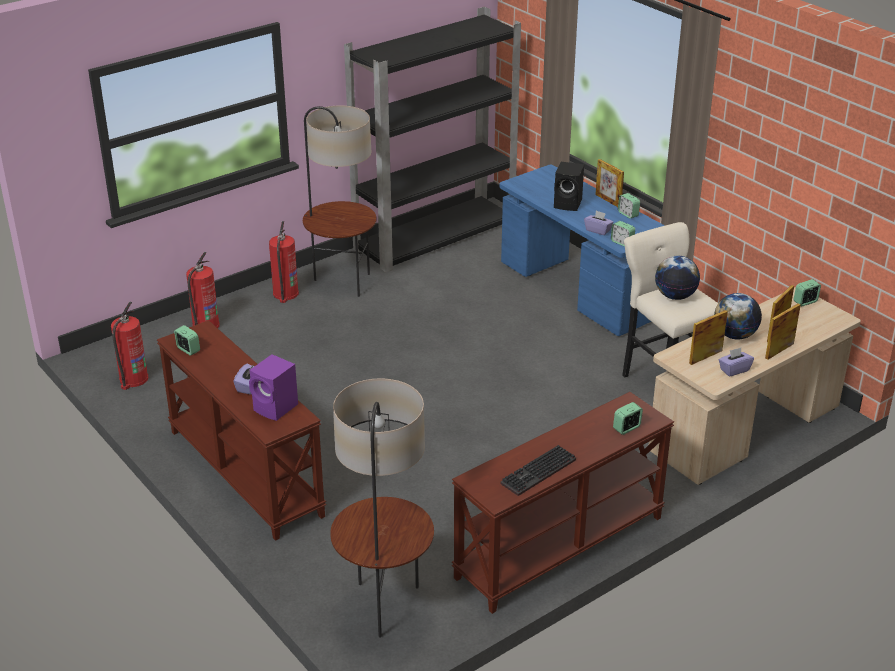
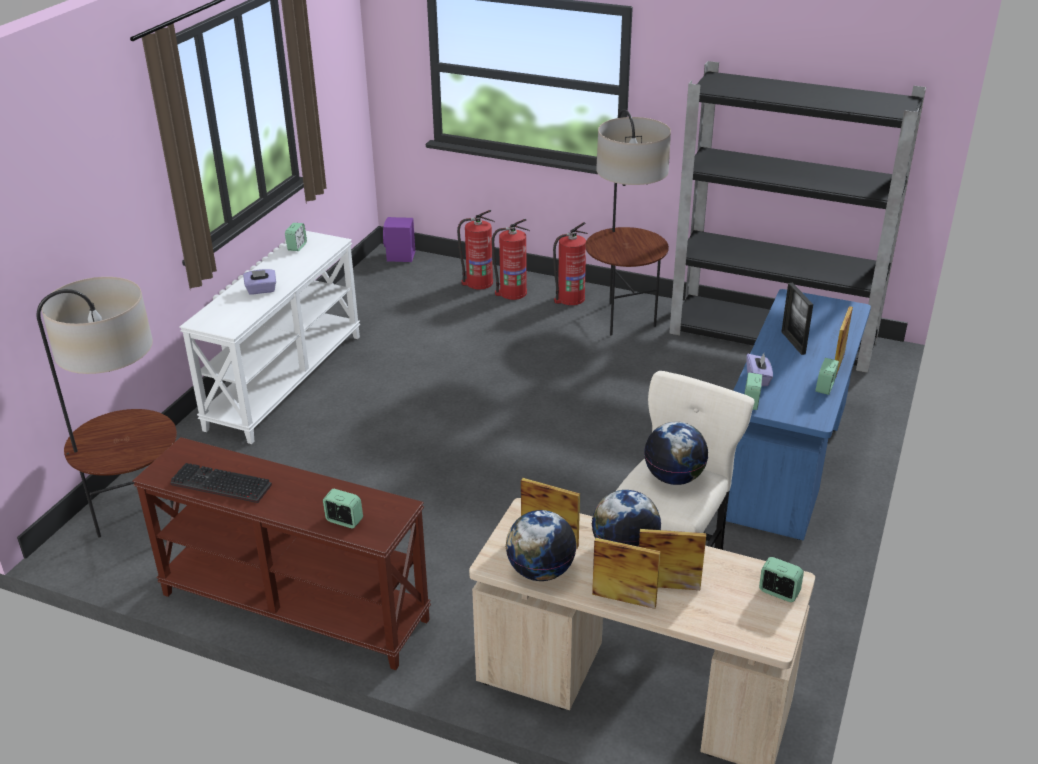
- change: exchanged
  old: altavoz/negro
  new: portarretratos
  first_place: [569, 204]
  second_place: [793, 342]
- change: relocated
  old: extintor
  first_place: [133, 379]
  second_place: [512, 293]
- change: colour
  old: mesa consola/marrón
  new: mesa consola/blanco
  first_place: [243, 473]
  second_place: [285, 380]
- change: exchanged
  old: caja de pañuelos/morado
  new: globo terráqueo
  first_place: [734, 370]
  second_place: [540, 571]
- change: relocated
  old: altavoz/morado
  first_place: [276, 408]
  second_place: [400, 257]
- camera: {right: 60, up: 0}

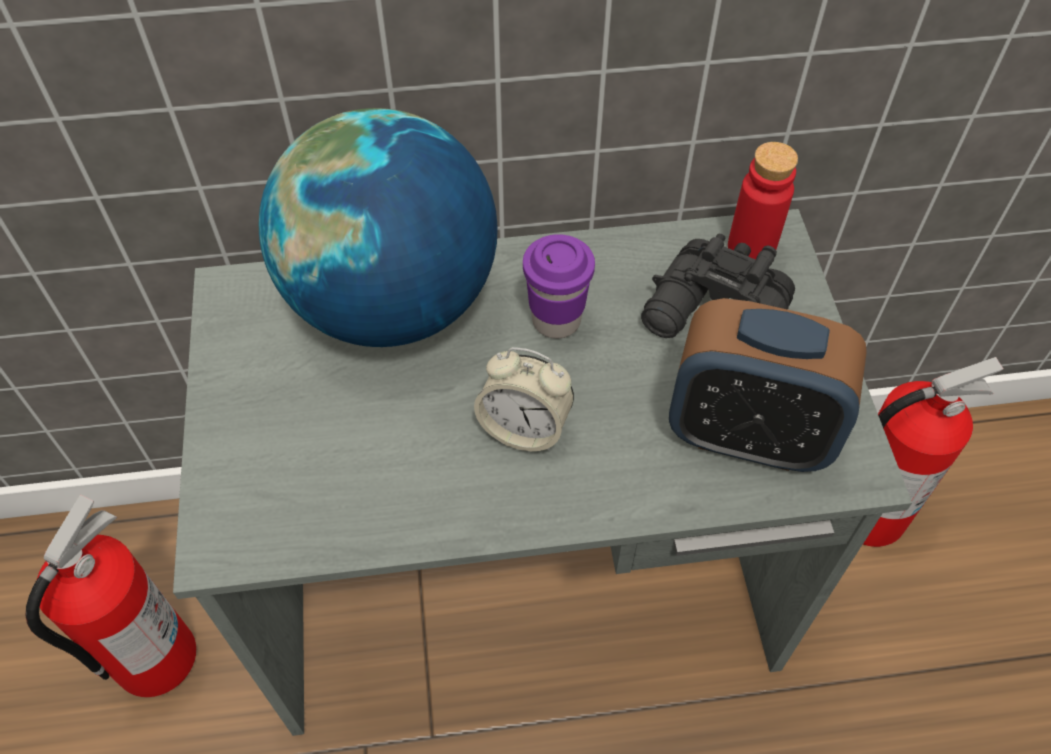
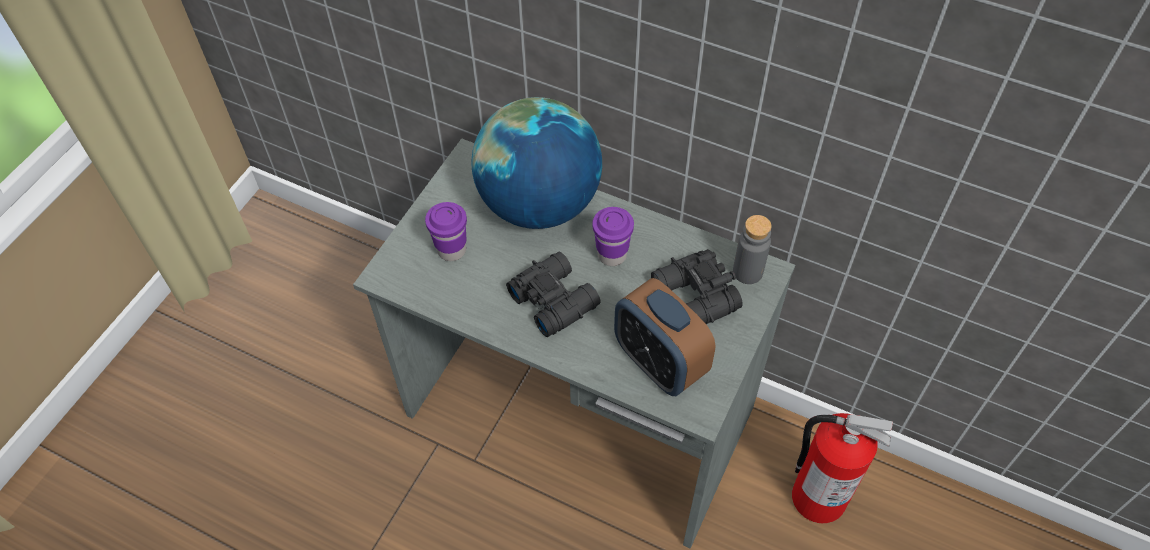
- change: colour
  old: botella/rojo
  new: botella/gris
  first_place: [751, 247]
  second_place: [747, 272]
- change: exchanged
  old: despertador
  new: prismáticos/negro
  first_place: [524, 428]
  second_place: [554, 298]
- change: missing
  old: extintor
  first_place: [153, 658]
- change: appeared
  new: taza/morado
  second_place: [451, 250]
- camera: {right: 35, up: 0}

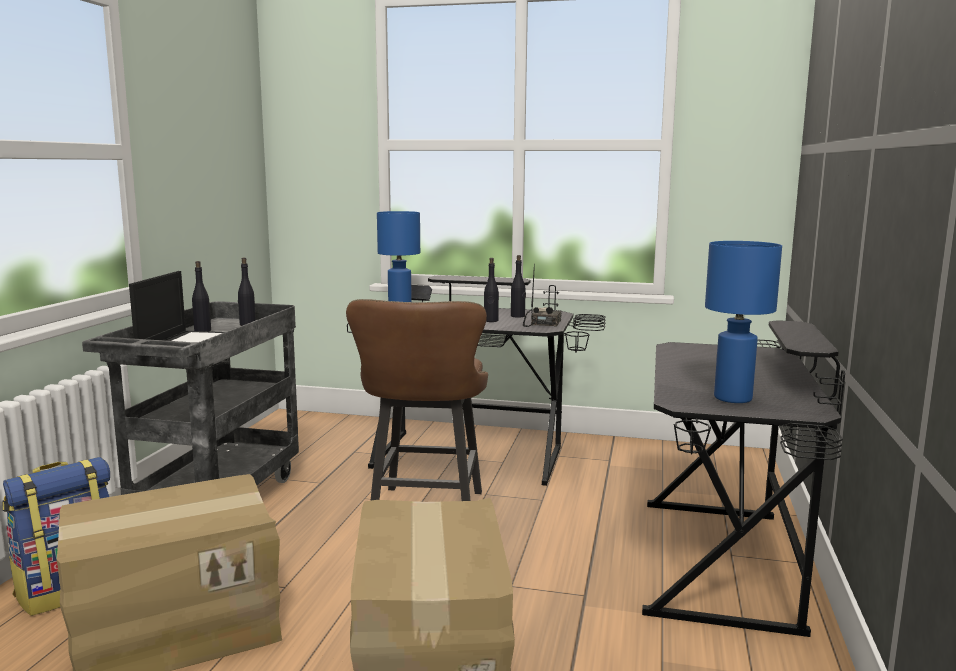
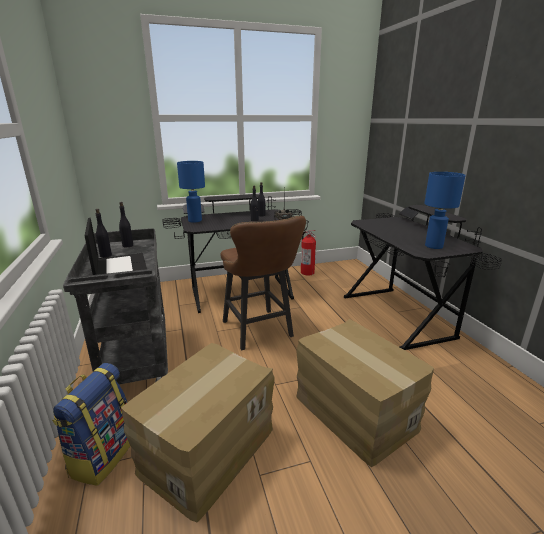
- change: appeared
  new: extintor
  second_place: [307, 272]
- camera: {right: -30, up: 10}

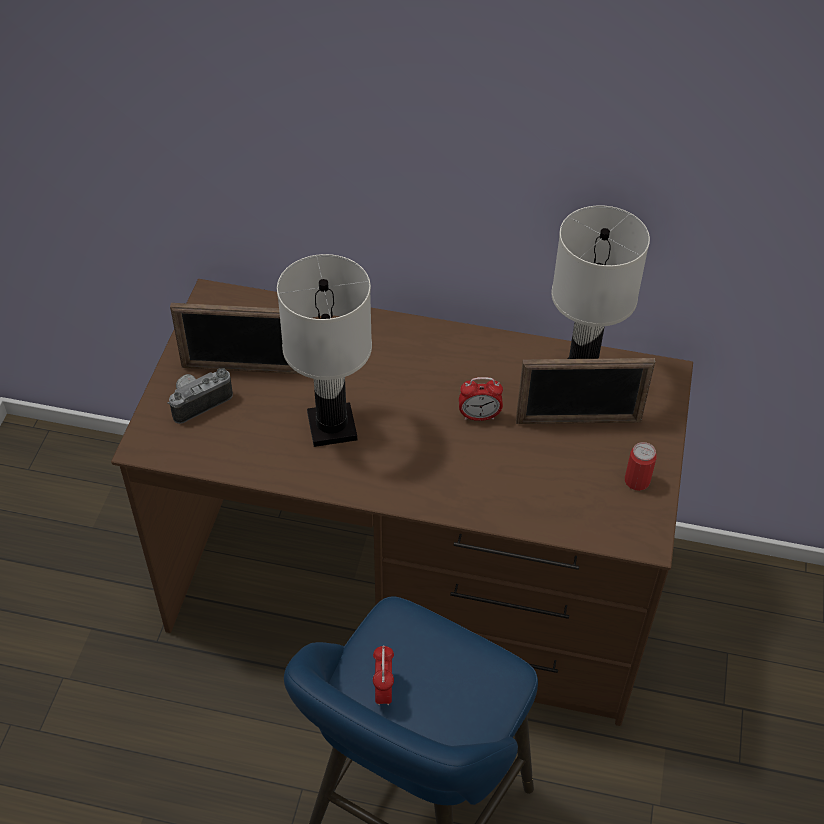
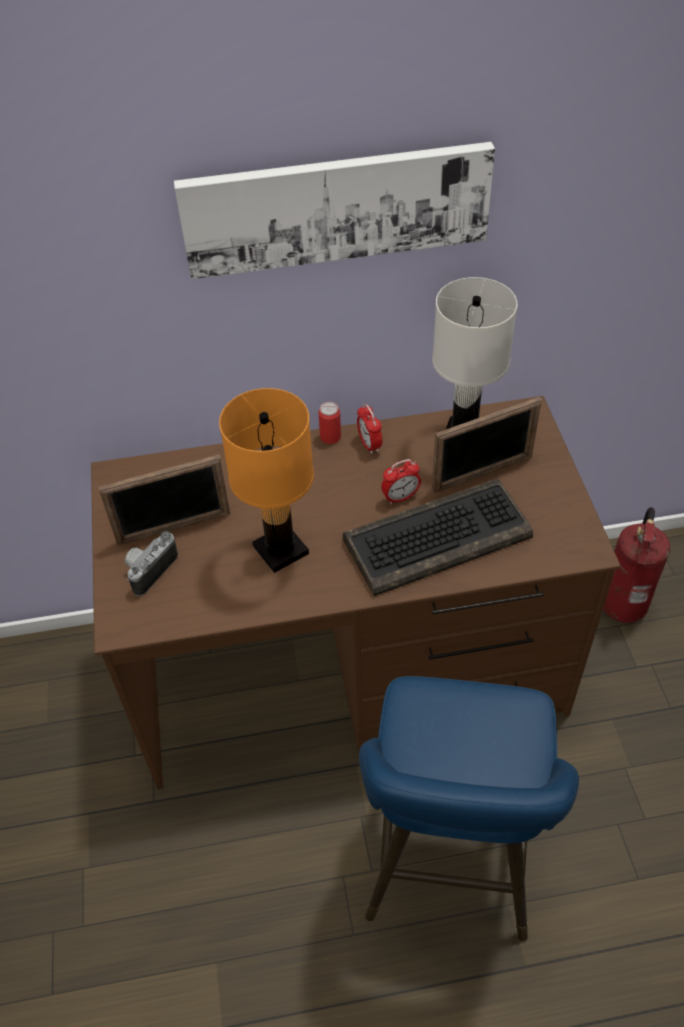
- change: colour
  old: lámpara de mesa/blanco
  new: lámpara de mesa/naranja
  first_place: [332, 426]
  second_place: [281, 549]
- change: relocated
  old: lata
  first_place: [637, 481]
  second_place: [330, 437]
- change: relocated
  old: despertador
  first_place: [383, 690]
  second_place: [369, 445]
- change: appeared
  new: cuadro
  second_place: [336, 207]
- change: appeared
  new: teclado
  second_place: [438, 537]
- change: appeared
  new: extintor
  second_place: [624, 603]
- camera: {right: -20, up: 0}

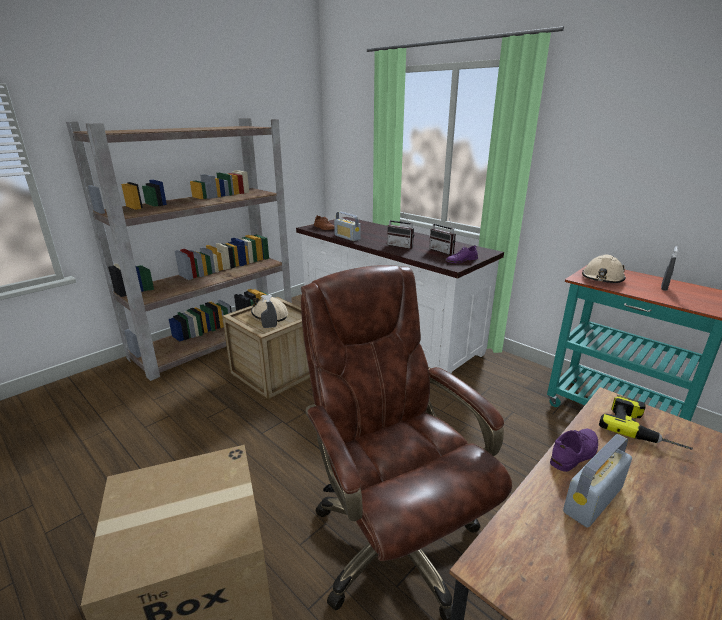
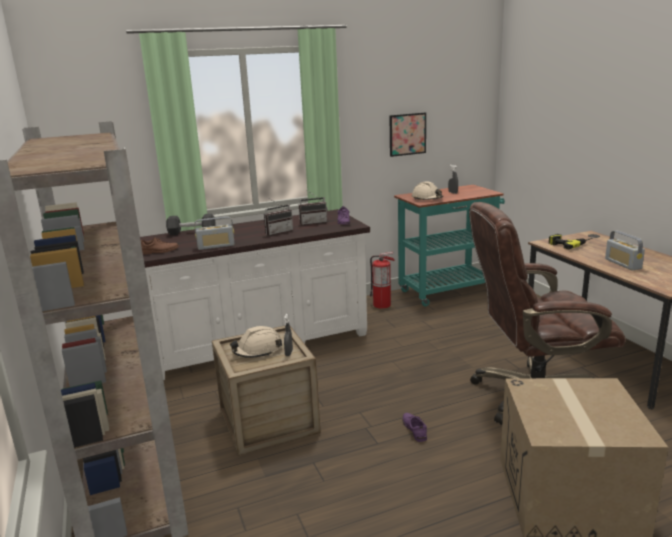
- change: relocated
  old: zapato/morado
  first_place: [574, 453]
  second_place: [414, 429]
- change: appeared
  new: cuadro
  second_place: [407, 134]
- change: appeared
  new: mancuerna/negro
  second_place: [192, 232]
- change: appeared
  new: extintor
  second_place: [382, 305]
- camera: {right: -65, up: -5}

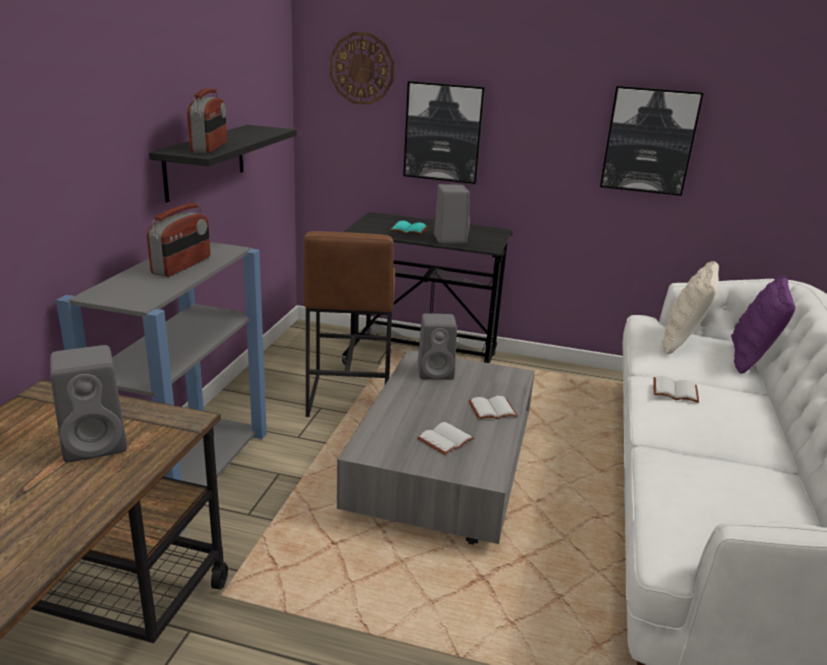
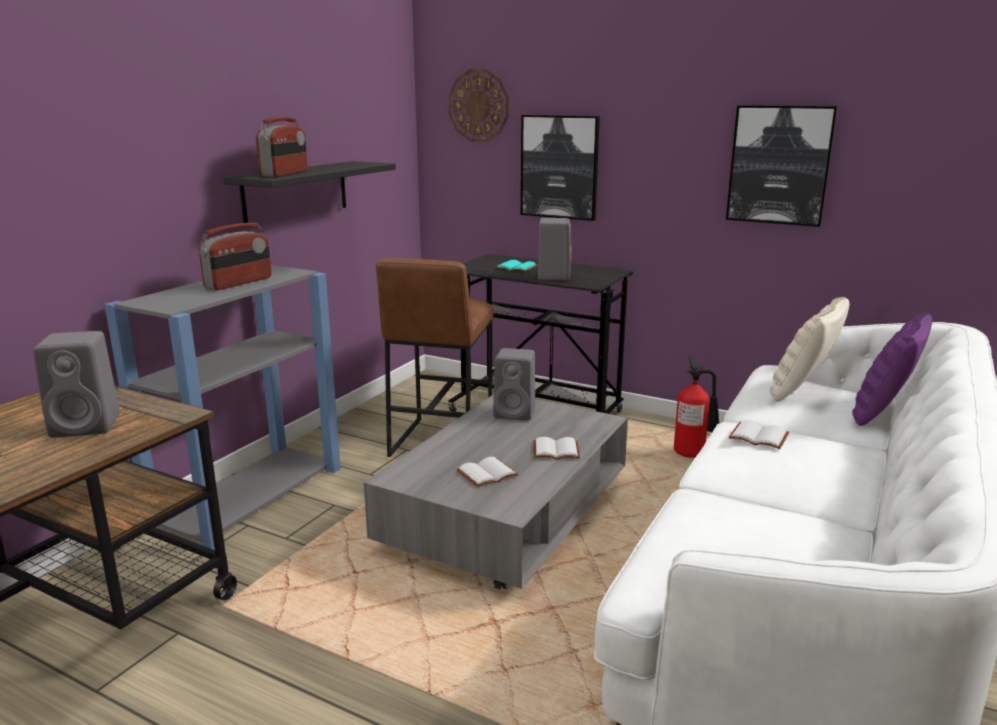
- change: appeared
  new: extintor
  second_place: [693, 453]
- camera: {right: 15, up: -5}

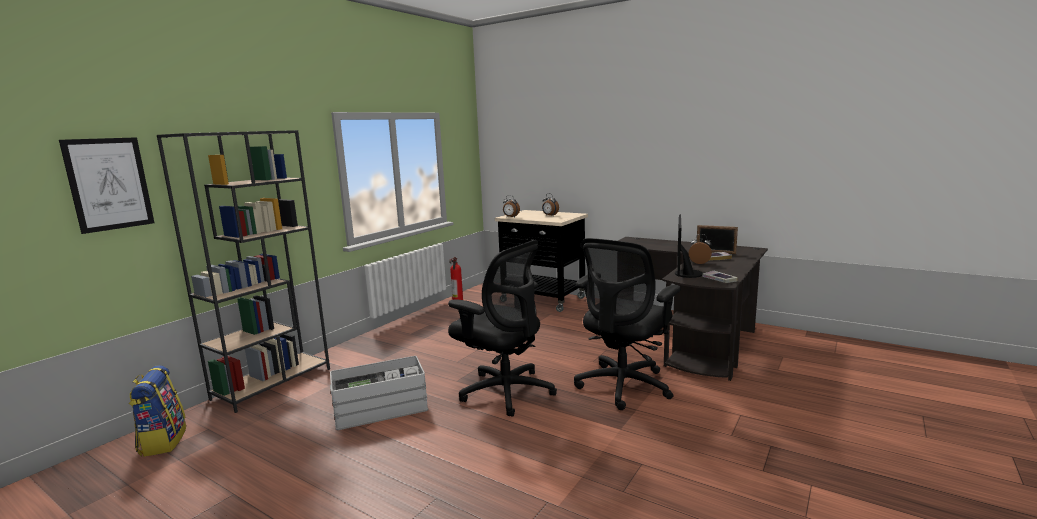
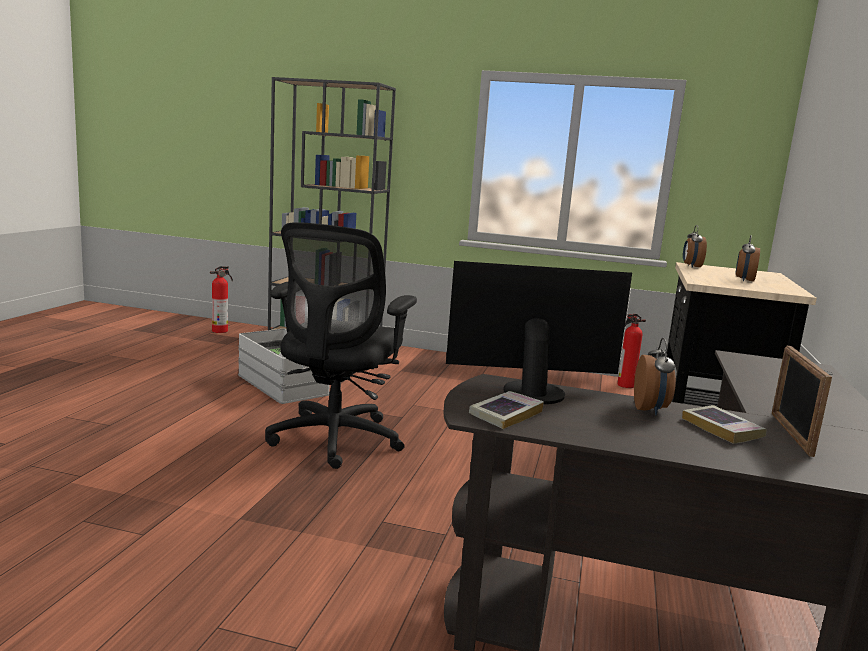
- change: missing
  old: cuadro
  first_place: [109, 184]
- change: missing
  old: silla de oficina/negro
  first_place: [625, 382]
- change: exchanged
  old: mochila
  new: extintor
  first_place: [163, 441]
  second_place: [221, 331]
- camera: {right: 70, up: 0}

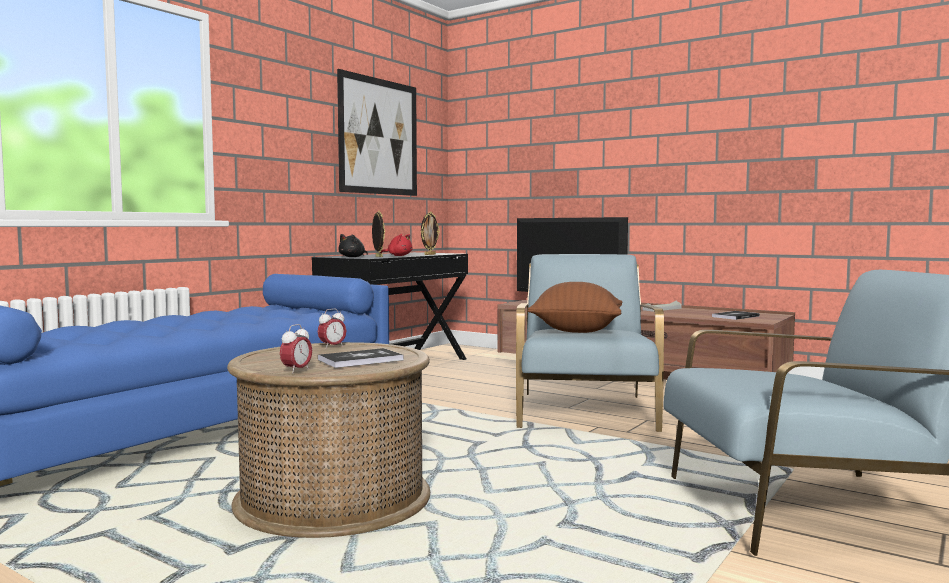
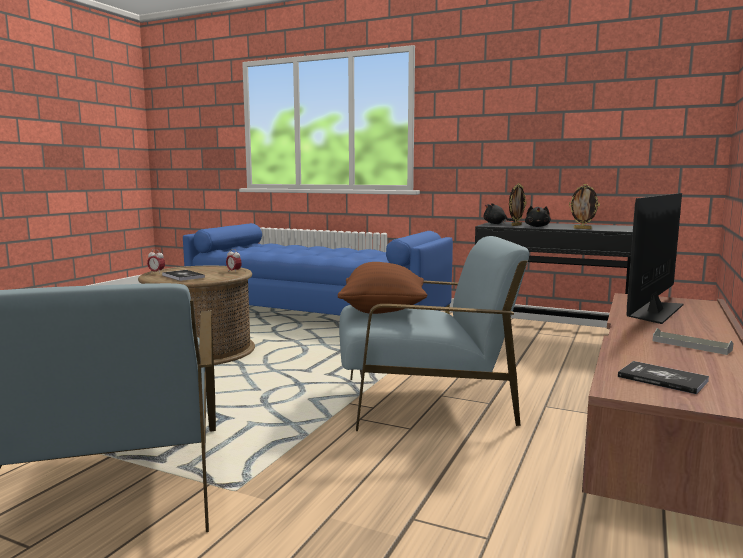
- change: missing
  old: cuadro
  first_place: [379, 136]
- change: colour
  old: peluche/rojo
  new: peluche/negro
  first_place: [398, 256]
  second_place: [537, 226]
- camera: {right: 80, up: 5}

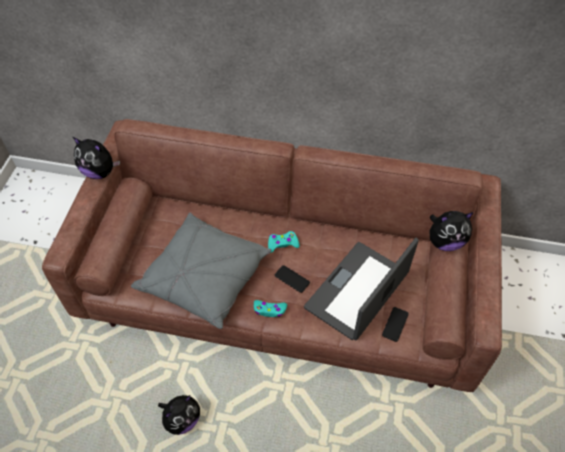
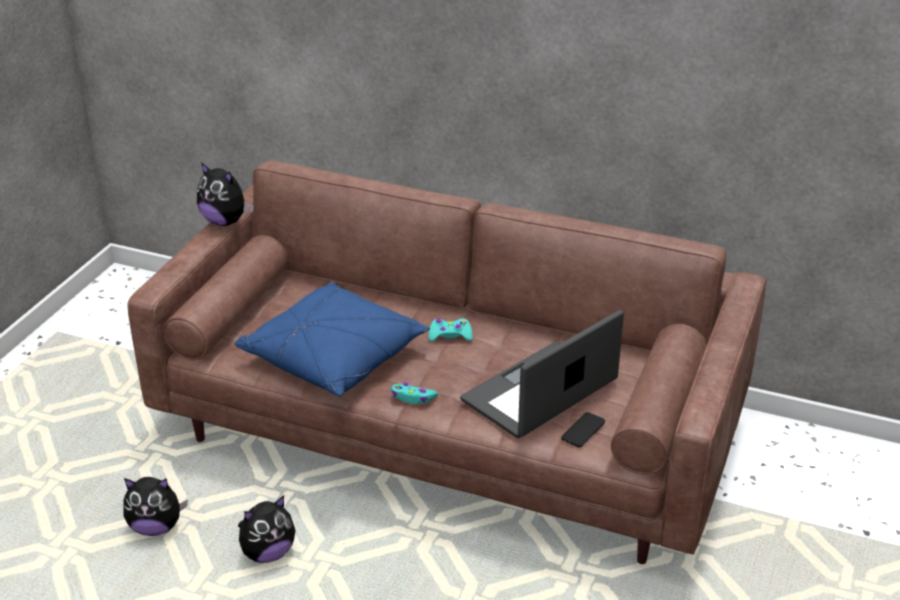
- change: relocated
  old: peluche
  first_place: [445, 242]
  second_place: [156, 527]
- change: colour
  old: cojín/gris
  new: cojín/azul
  first_place: [205, 277]
  second_place: [335, 357]
- change: missing
  old: móvil
  first_place: [292, 279]
- camera: {right: 10, up: -20}

